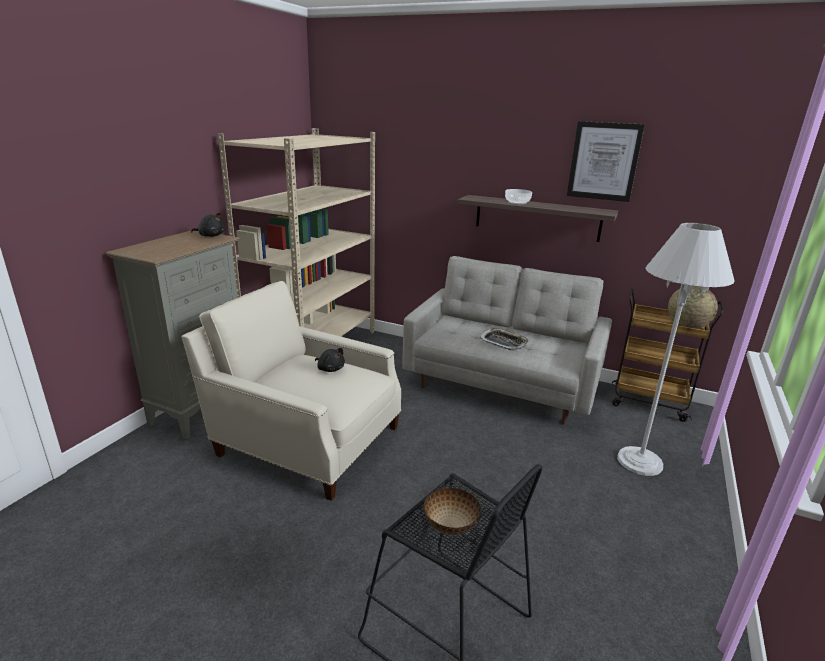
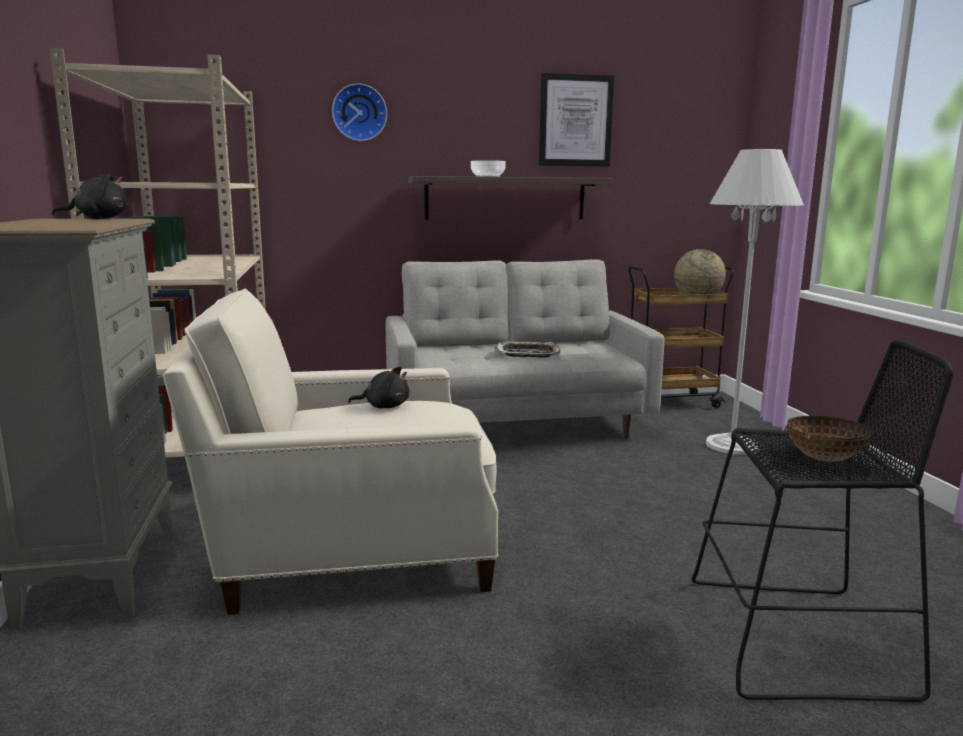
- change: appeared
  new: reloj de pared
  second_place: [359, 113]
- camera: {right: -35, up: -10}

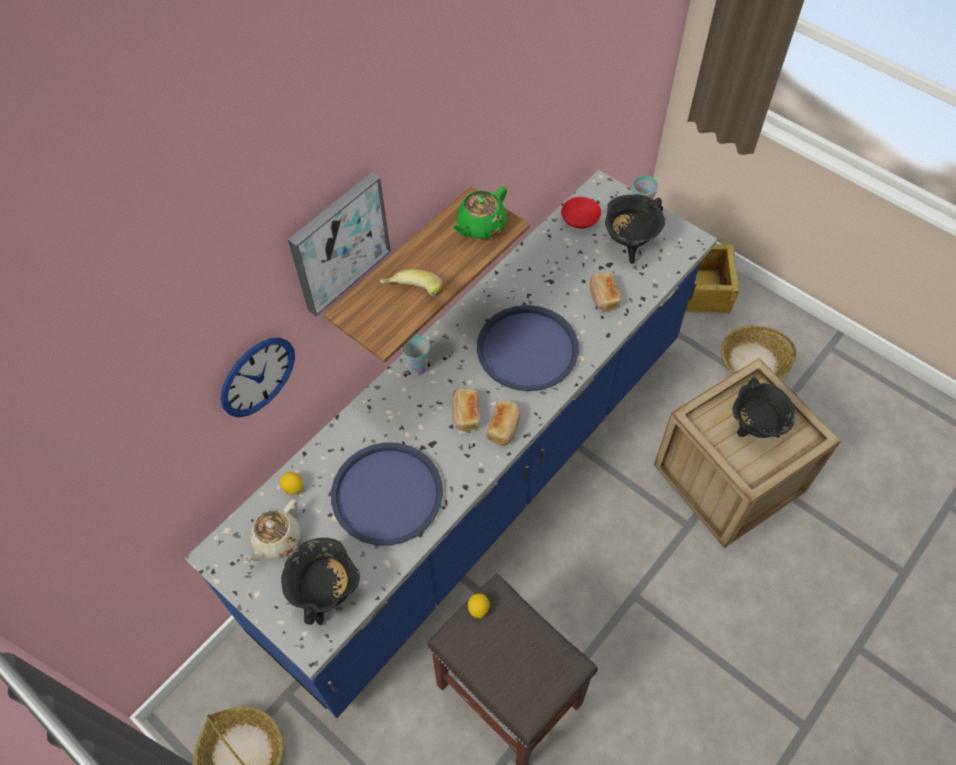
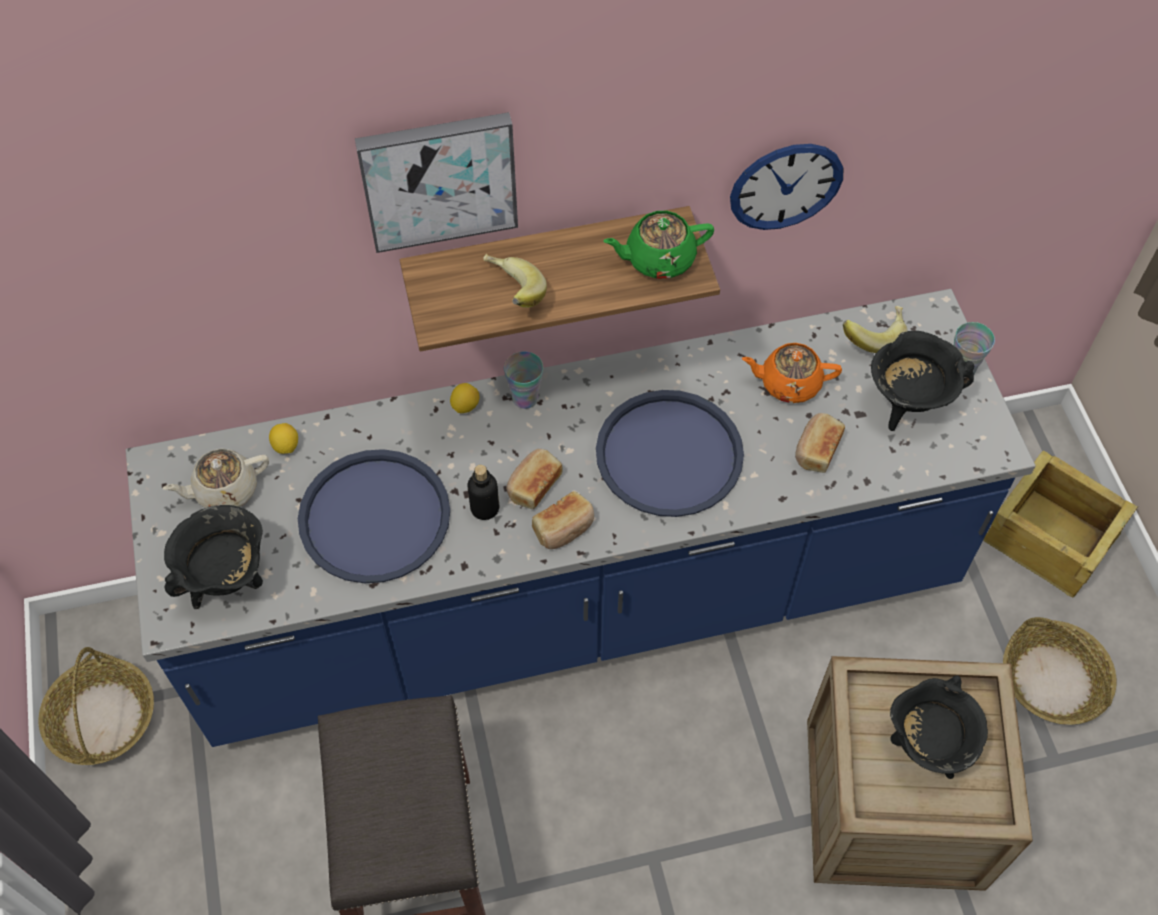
- change: exchanged
  old: cuenco/rojo
  new: plátano
  first_place: [580, 218]
  second_place: [872, 336]
- change: relocated
  old: reloj de pared
  first_place: [257, 376]
  second_place: [786, 186]
- change: relocated
  old: limón
  first_place: [478, 609]
  second_place: [465, 406]
- change: appeared
  new: tetera/naranja
  second_place: [788, 383]
- change: appeared
  new: botella
  second_place: [485, 508]
- camera: {right: 35, up: 0}

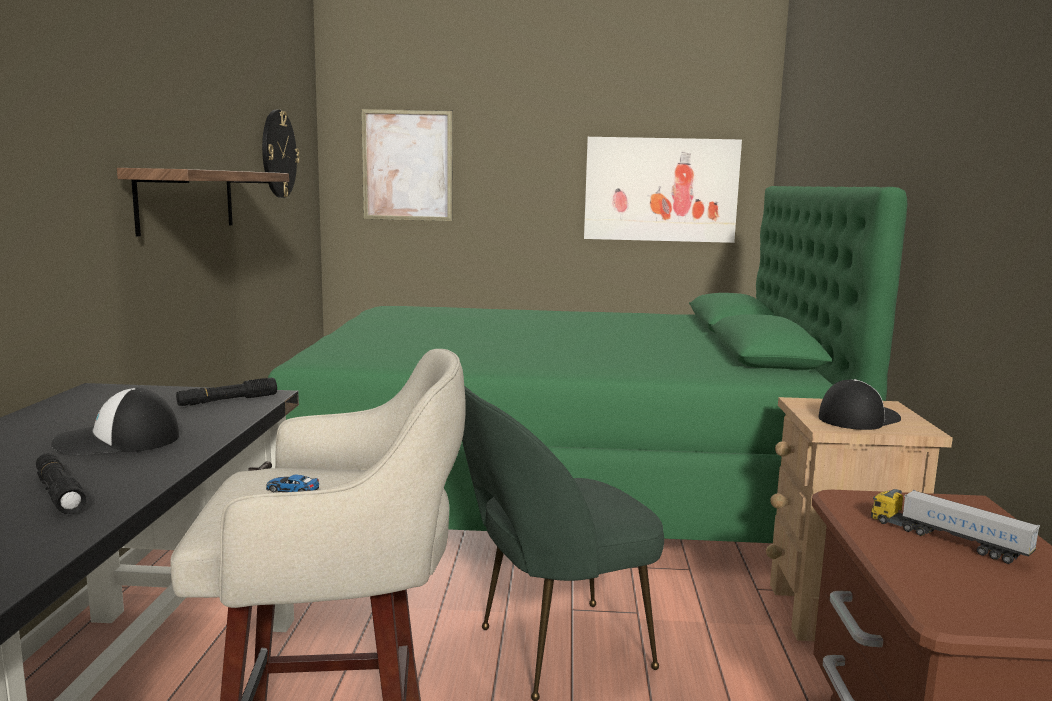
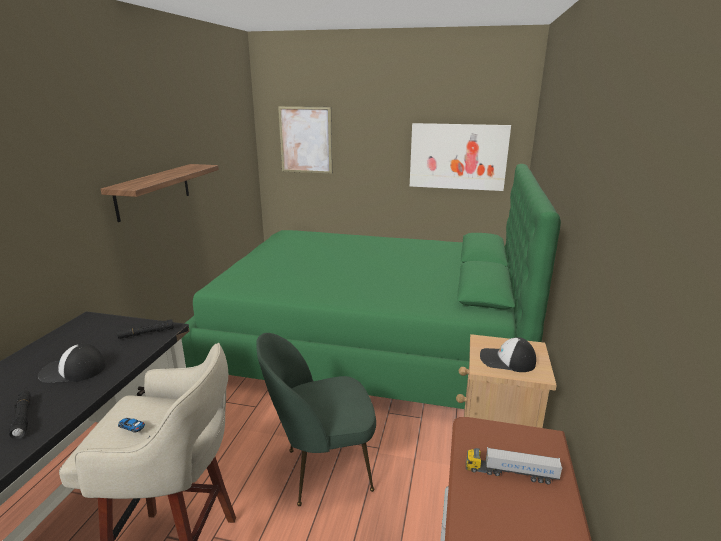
- change: missing
  old: reloj de pared
  first_place: [278, 154]
- change: spun
  old: gorra
  first_place: [857, 418]
  second_place: [506, 360]
  degrees: -135
- change: spun
  old: camión de juguete
  first_place: [947, 540]
  second_place: [510, 473]
  degrees: -45
- camera: {right: 10, up: 10}

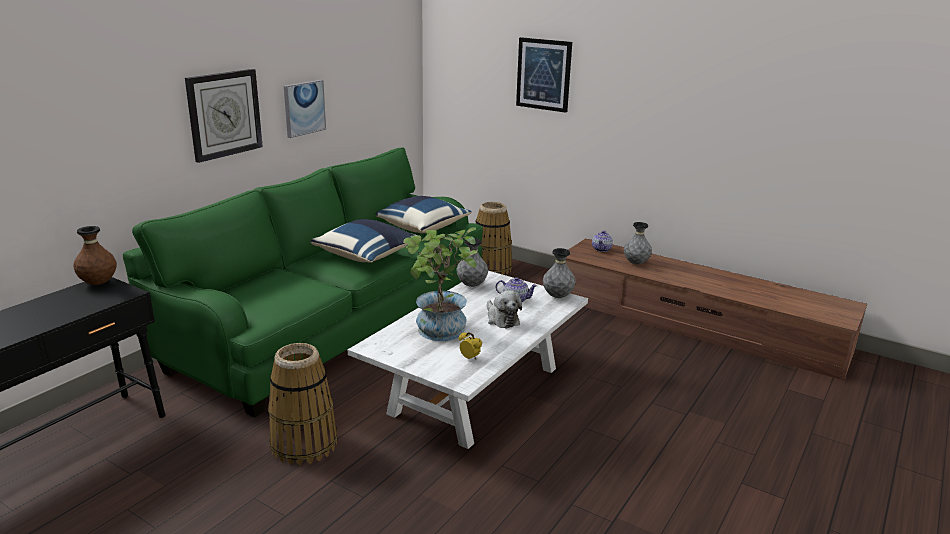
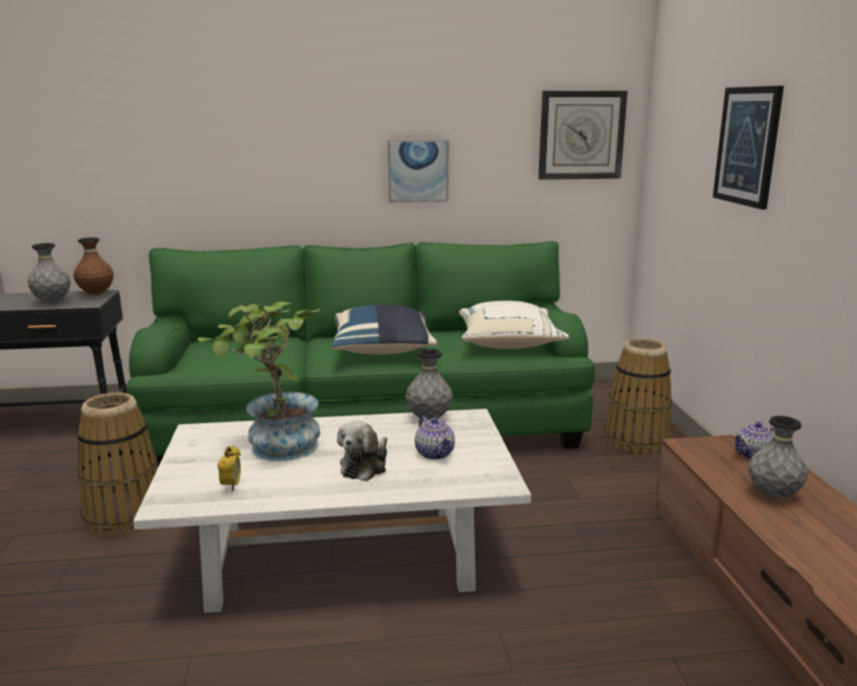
- change: relocated
  old: reloj de pared
  first_place: [224, 114]
  second_place: [581, 135]
- change: colour
  old: cojín/azul
  new: cojín/blanco
  first_place: [422, 228]
  second_place: [508, 344]
- change: relocated
  old: florero/gris
  first_place: [558, 296]
  second_place: [52, 301]
- camera: {right: 50, up: -5}

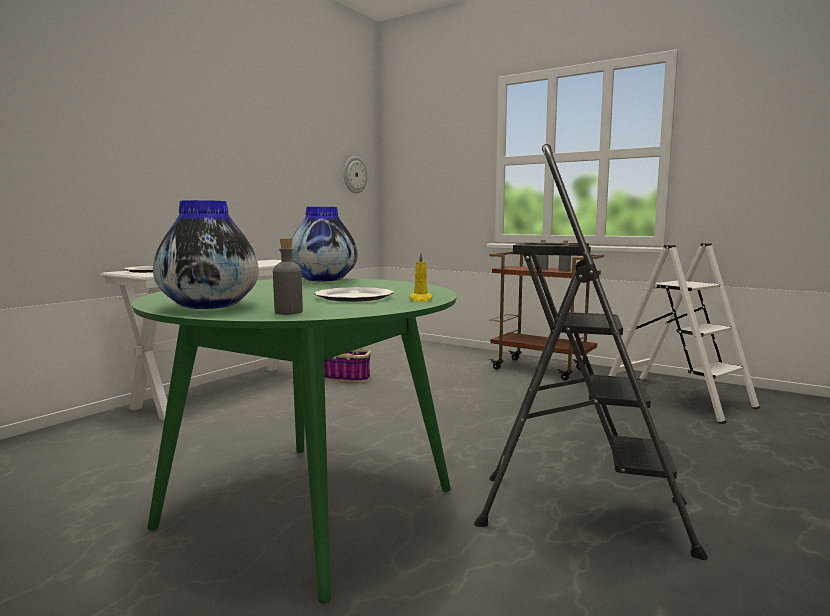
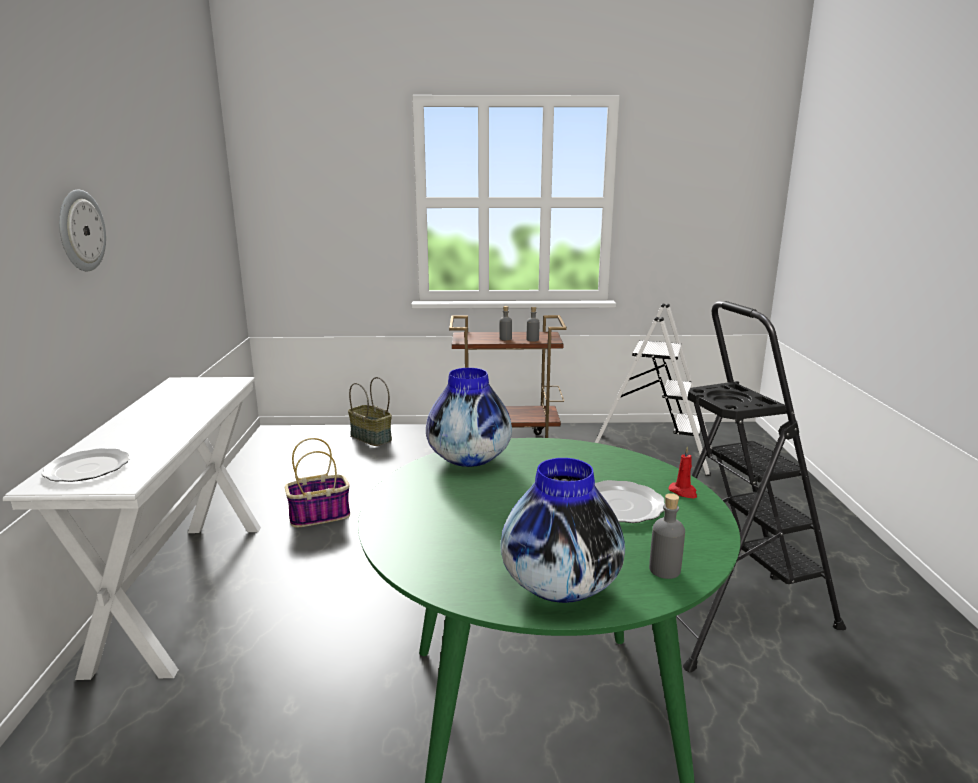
- change: relocated
  old: reloj de pared
  first_place: [354, 175]
  second_place: [80, 231]
- change: colour
  old: vela/amarillo
  new: vela/rojo
  first_place: [420, 299]
  second_place: [683, 492]
- change: appeared
  new: cesta
  second_place: [370, 438]
- camera: {right: -35, up: 10}

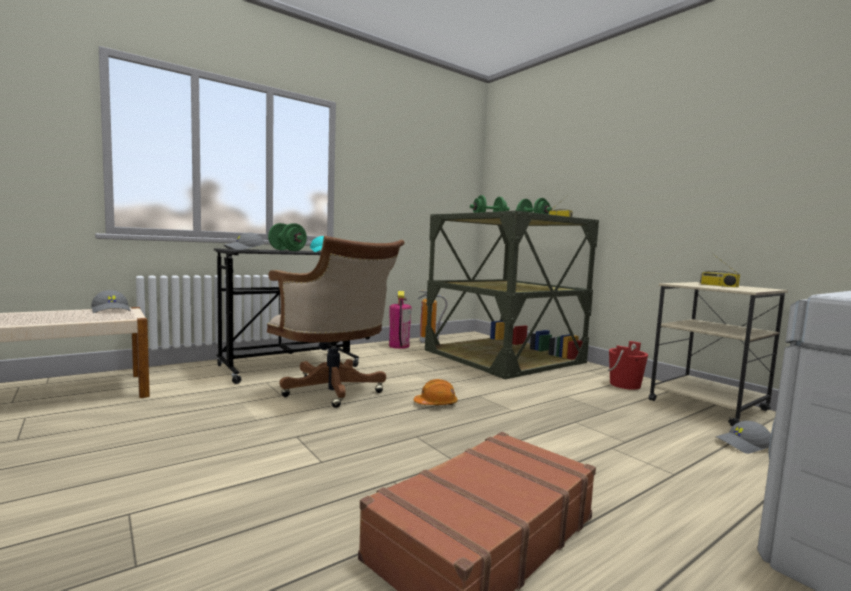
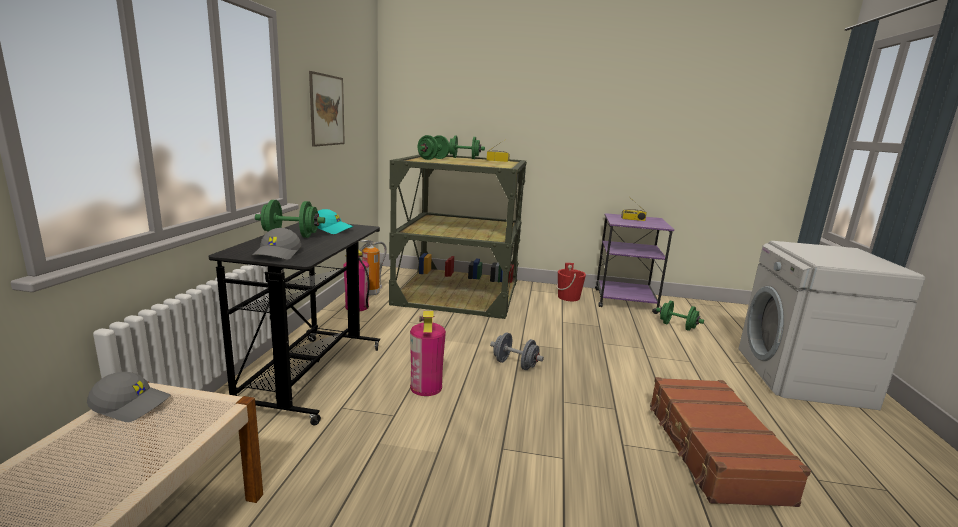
- change: exchanged
  old: silla de oficina
  new: extintor
  first_place: [336, 391]
  second_place: [426, 387]
- change: colour
  old: carrito/beis
  new: carrito/morado
  first_place: [709, 406]
  second_place: [625, 301]
- change: exchanged
  old: casco/naranja
  new: mancuerna/gris
  first_place: [436, 404]
  second_place: [515, 364]
- change: exchanged
  old: gorra/gris
  new: mancuerna/verde
  first_place: [743, 445]
  second_place: [677, 326]
- change: appeared
  new: cuadro
  second_place: [327, 110]
- camera: {right: -45, up: 10}

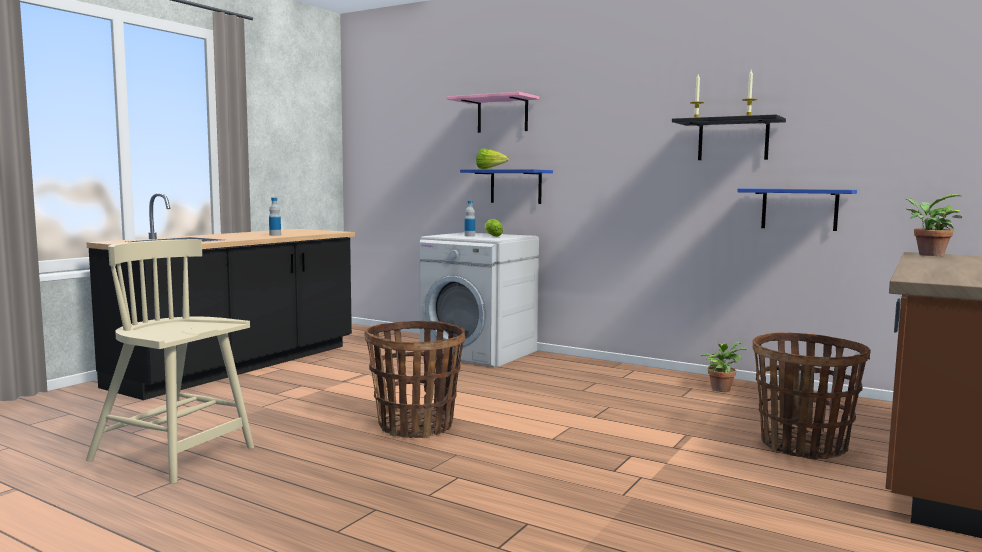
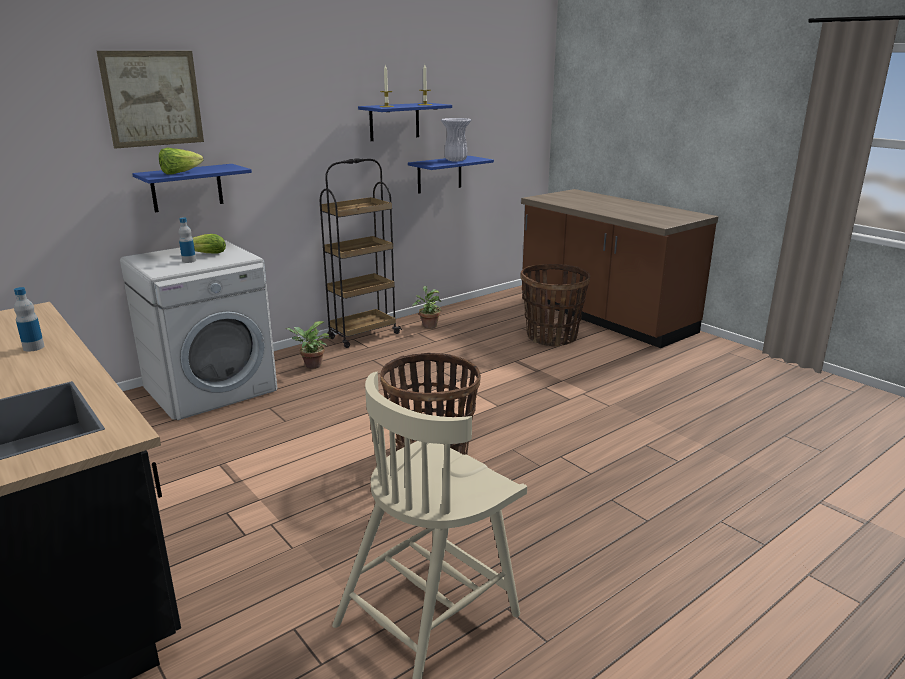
- change: exchanged
  old: estante/rosa
  new: cuadro
  first_place: [502, 115]
  second_place: [152, 98]
- change: colour
  old: estante/negro
  new: estante/azul
  first_place: [733, 140]
  second_place: [394, 121]
- change: relocated
  old: planta en maceta
  first_place: [927, 254]
  second_place: [311, 366]
- change: appeared
  new: florero/blanco
  second_place: [456, 160]
- change: appeared
  new: carrito/marrón
  second_place: [363, 336]
- camera: {right: -70, up: 15}

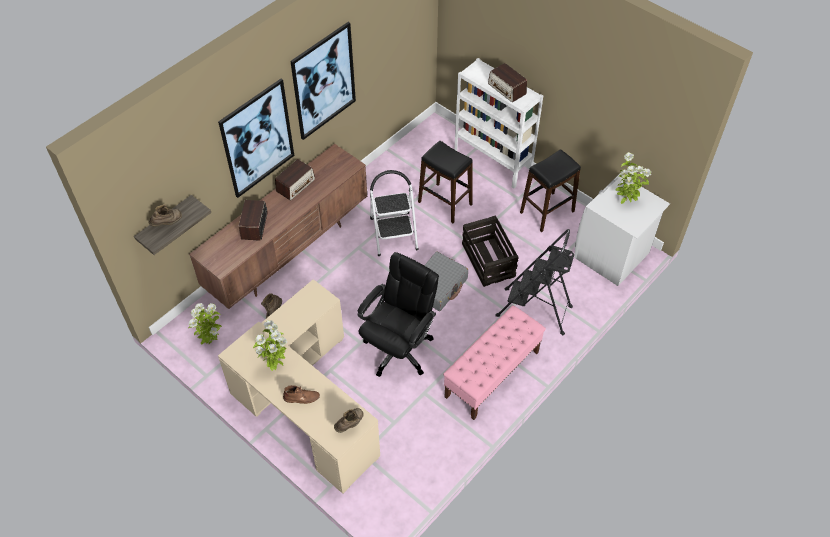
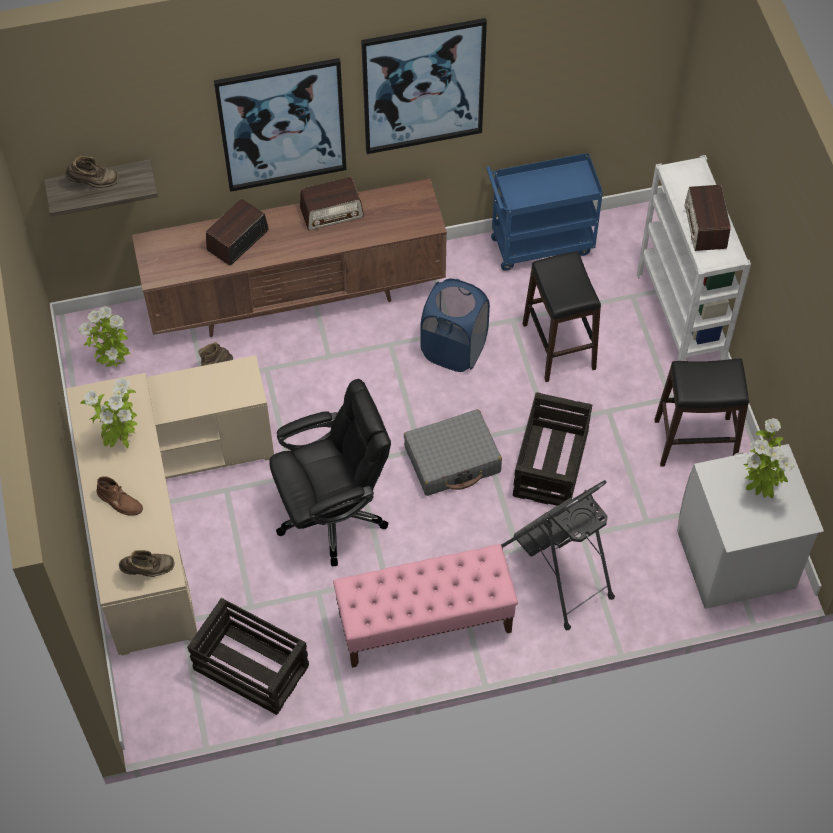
- change: exchanged
  old: escalera de tijera
  new: cesto de la ropa/azul
  first_place: [393, 232]
  second_place: [454, 349]
- change: appeared
  new: carrito/azul
  second_place: [538, 247]
- change: appeared
  new: caja de embalaje
  second_place: [250, 667]
- camera: {right: 35, up: 5}

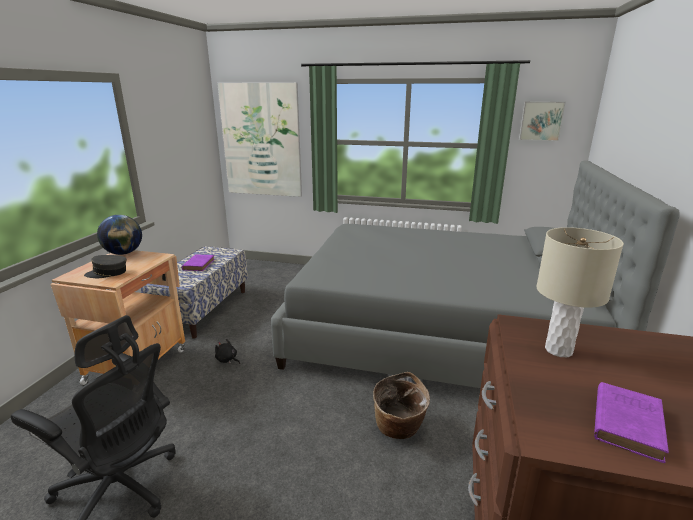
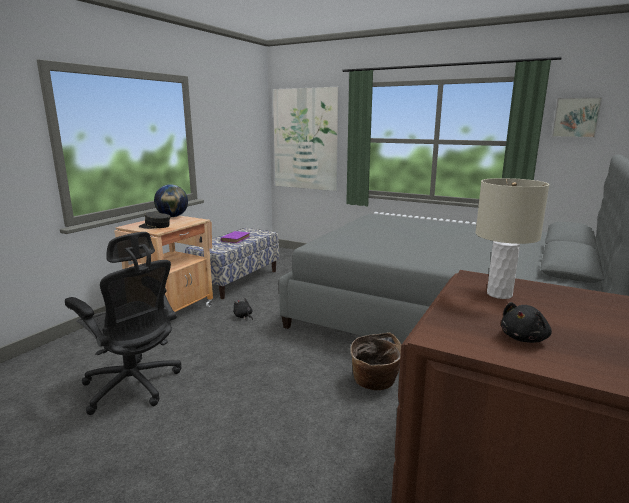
- change: exchanged
  old: libro/morado
  new: peluche/negro
  first_place: [627, 422]
  second_place: [524, 338]
- camera: {right: 15, up: -5}

